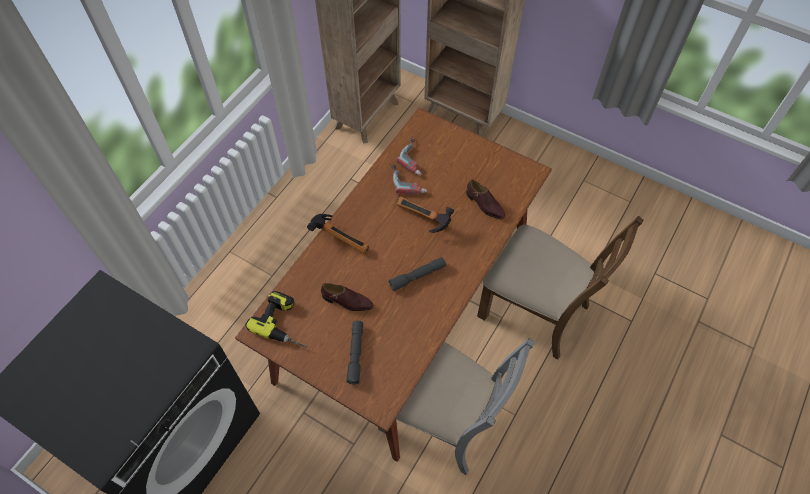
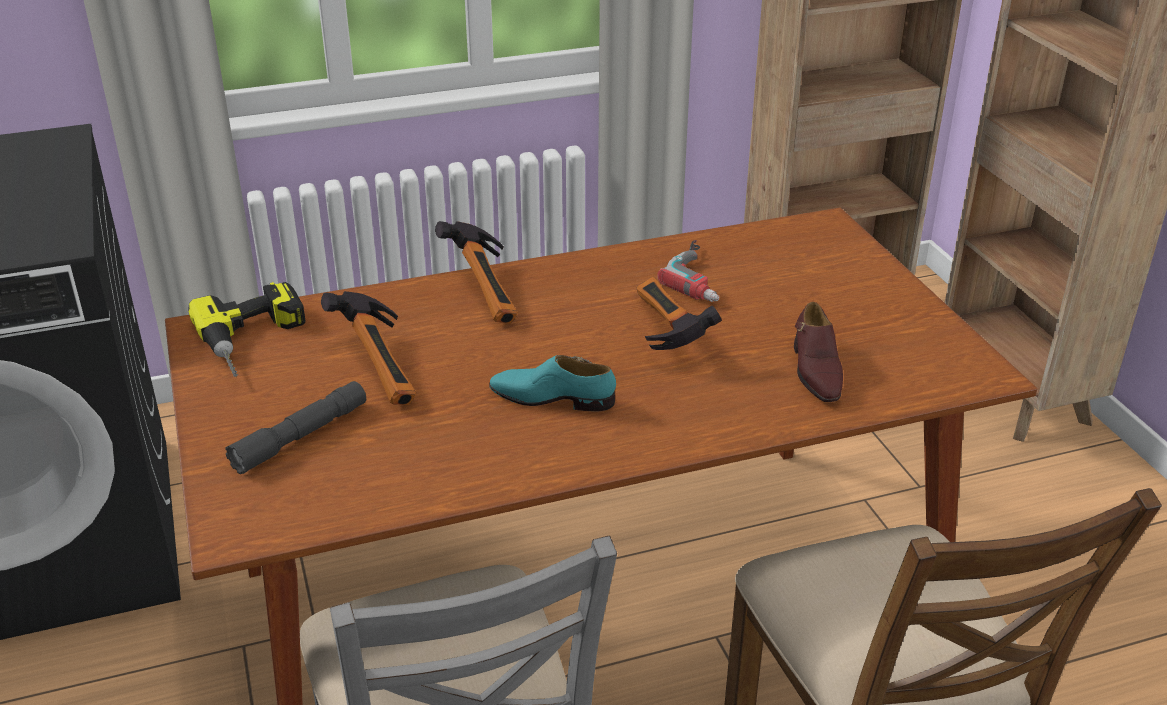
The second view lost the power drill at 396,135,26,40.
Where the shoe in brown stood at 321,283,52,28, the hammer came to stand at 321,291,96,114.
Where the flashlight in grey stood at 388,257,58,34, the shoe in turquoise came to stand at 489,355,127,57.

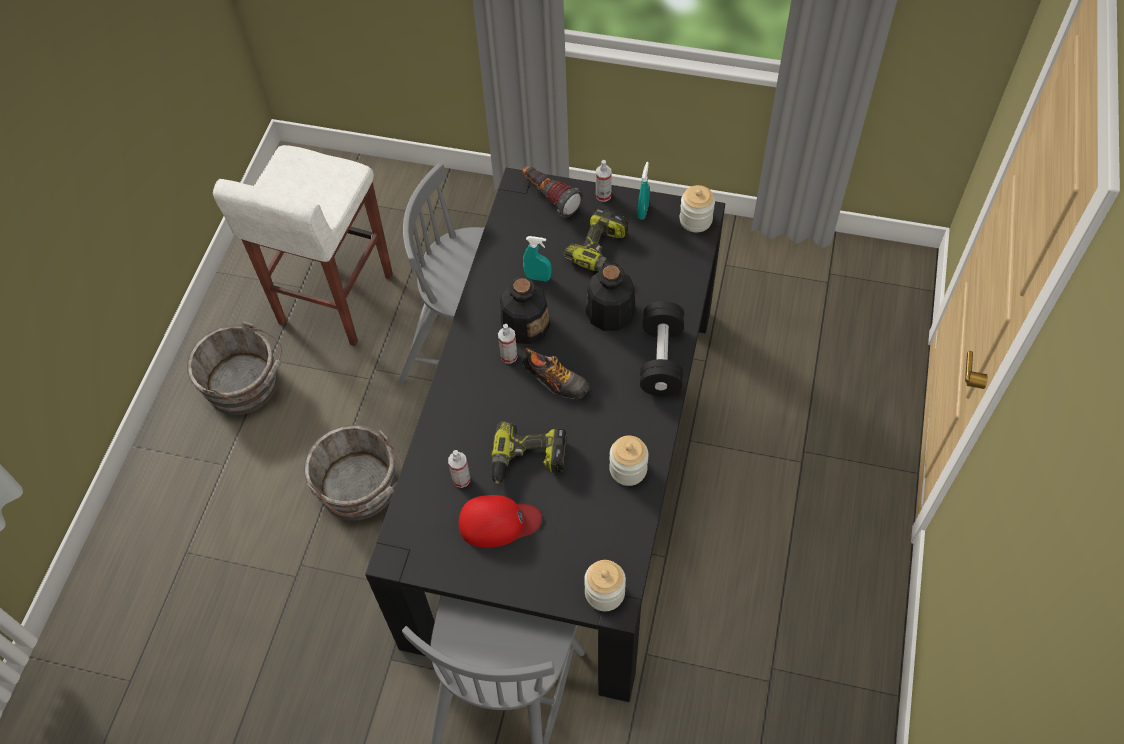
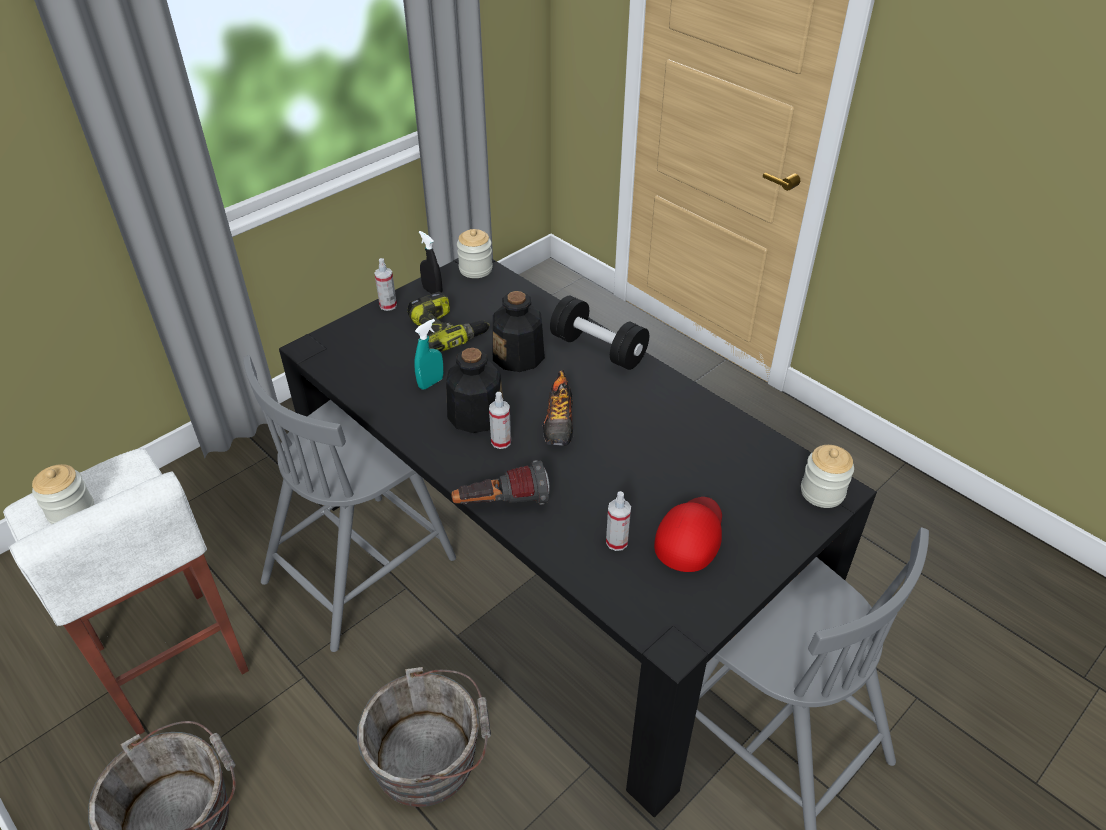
The second view lost the power drill at 491,421,76,63.
The flashlight ended up elsewhere, having gone from 522,166,61,52 to 451,460,99,45.
The jar ended up elsewhere, having gone from 609,436,40,50 to 32,464,63,60.
What was the spray bottle in turquoise at 638,162,12,58 turned into the spray bottle in black at 419,231,23,63.
The shoe at 522,348,68,51 ended up facing another way, 120 degrees clockwise from before.

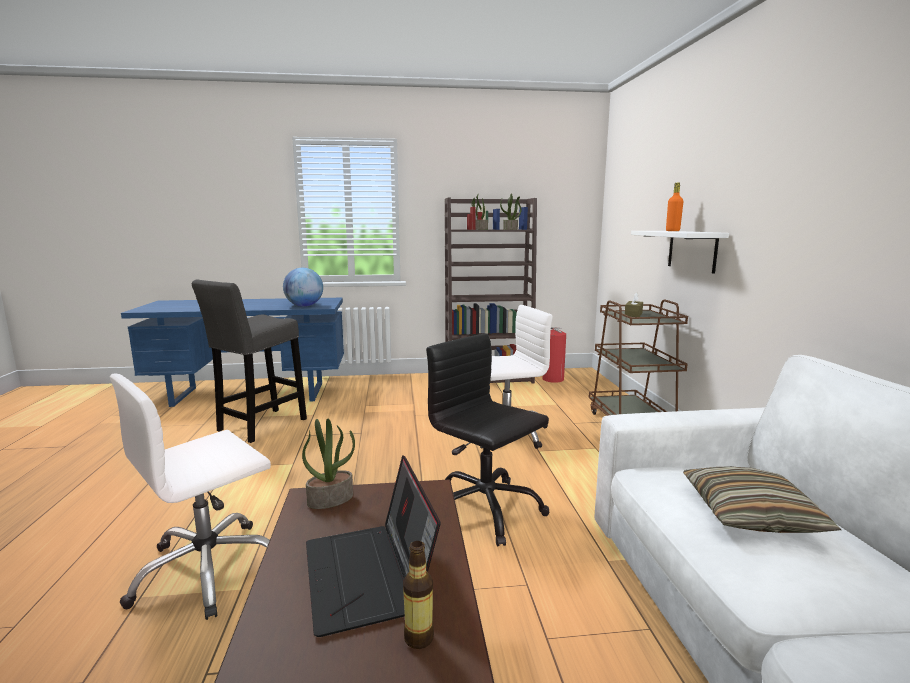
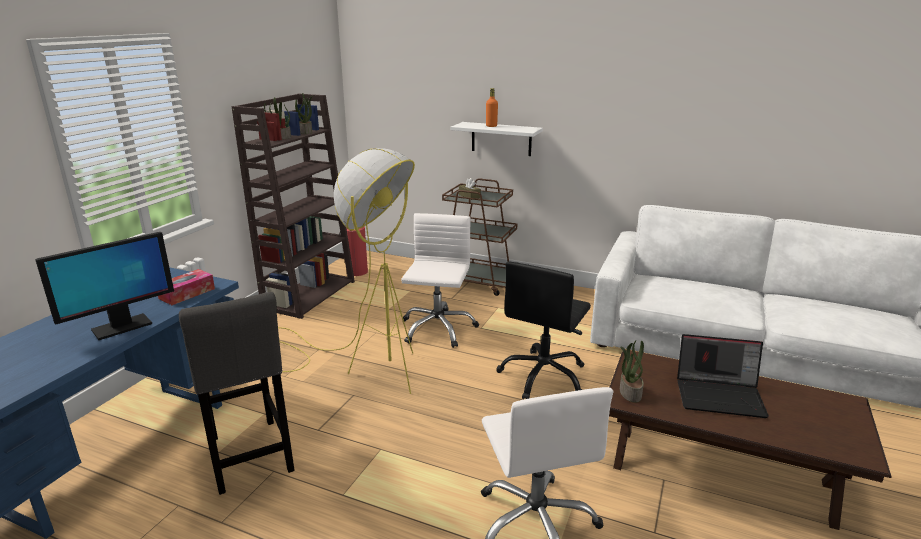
The second view lost the bottle at 403,541,31,108.
The second view lost the pillow at 683,466,158,67.
The second view gained the monitor at 35,232,139,108.
The second view gained the floor lamp in yellow at 278,148,137,246.
Where the globe stood at 283,268,40,39, the tissue box came to stand at 158,269,57,36.
The office chair in black at 426,333,123,213 ended up facing another way, 45 degrees counterclockwise from before.

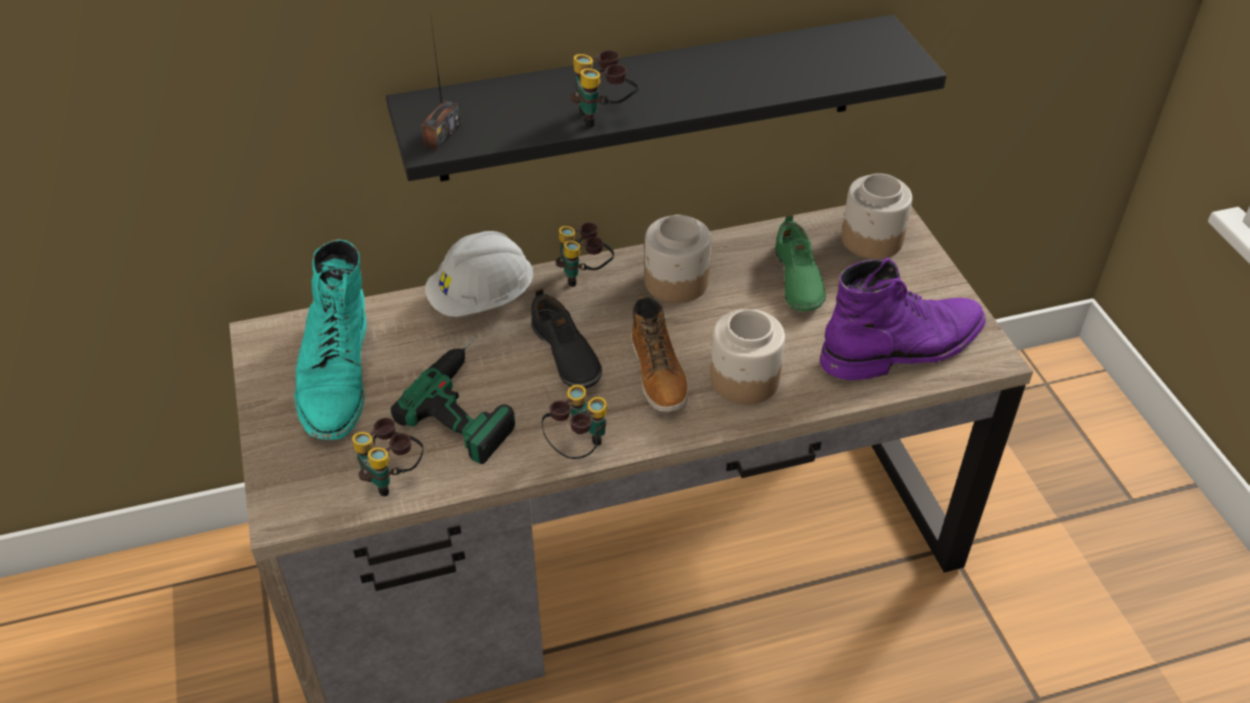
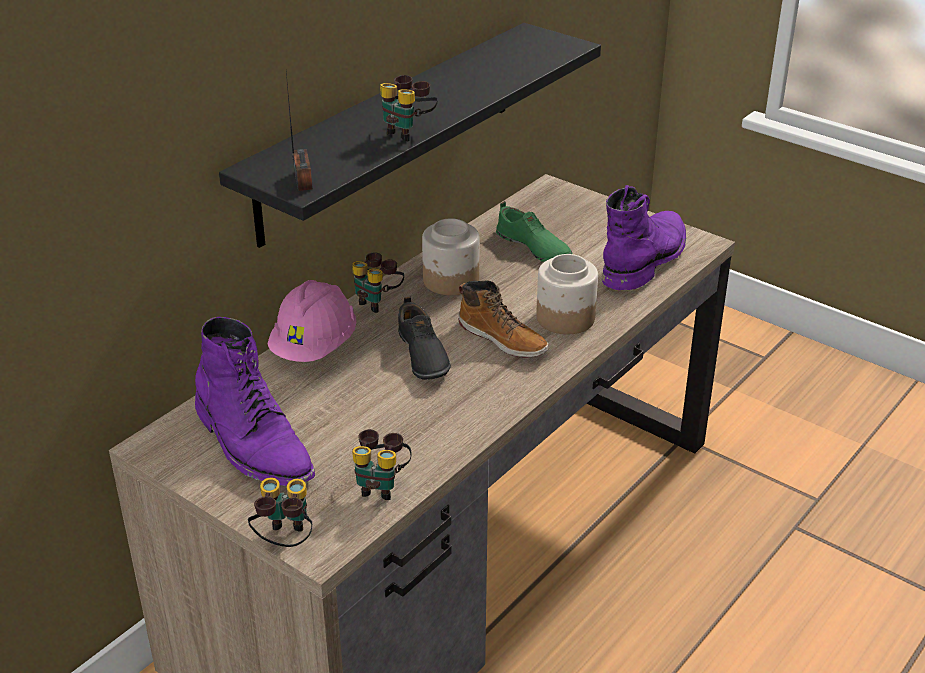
The second view lost the power drill at 391,336,124,128.
The second view lost the jar at 841,173,71,86.
The binoculars ended up elsewhere, having gone from 542,385,65,74 to 248,478,64,69.
What was the boot in turquoise at 294,239,72,201 turned into the boot in purple at 195,317,120,169.
What was the hard hat in white at 425,231,108,86 turned into the hard hat in pink at 267,280,90,82.
The shoe in black at 531,289,71,100 ended up facing another way, 45 degrees clockwise from before.

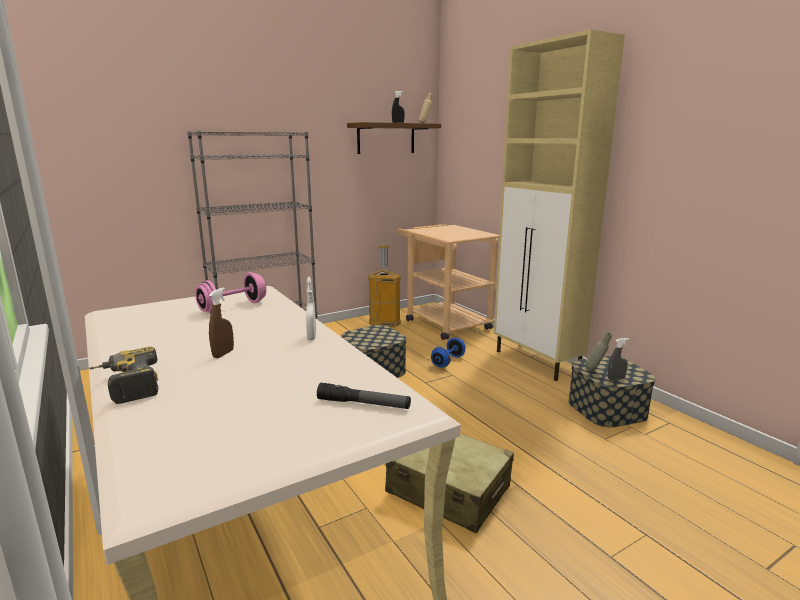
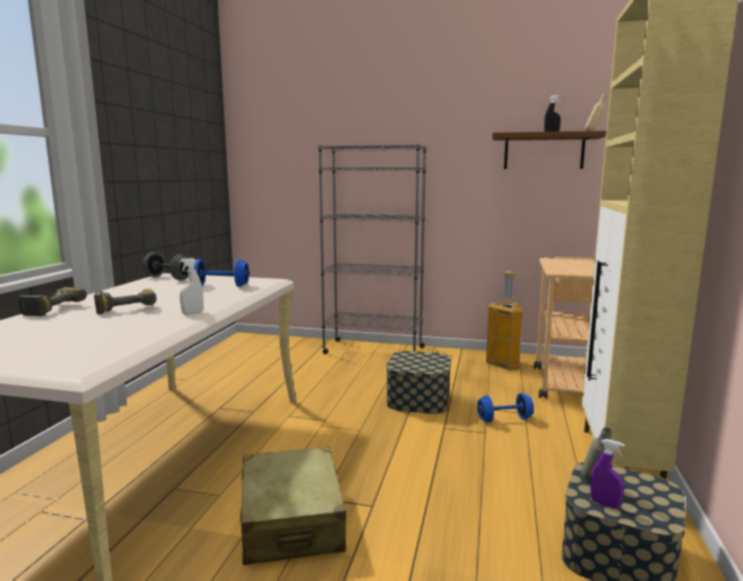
The second view lost the flashlight at 317,383,94,26.
The second view gained the dumbbell in grey at 142,252,47,28.
Where the spray bottle in brown stood at 209,287,25,71, the power drill came to stand at 94,289,63,25.
What was the dumbbell in pink at 195,272,71,41 turned into the dumbbell in blue at 194,259,56,28.
What was the spray bottle in grey at 608,338,21,42 turned into the spray bottle in purple at 590,439,35,70.

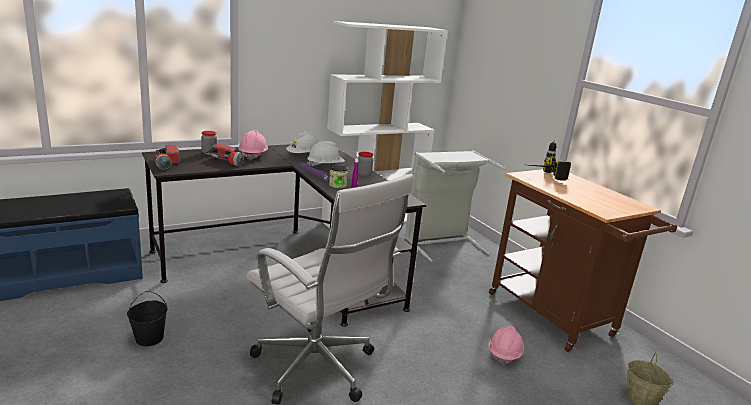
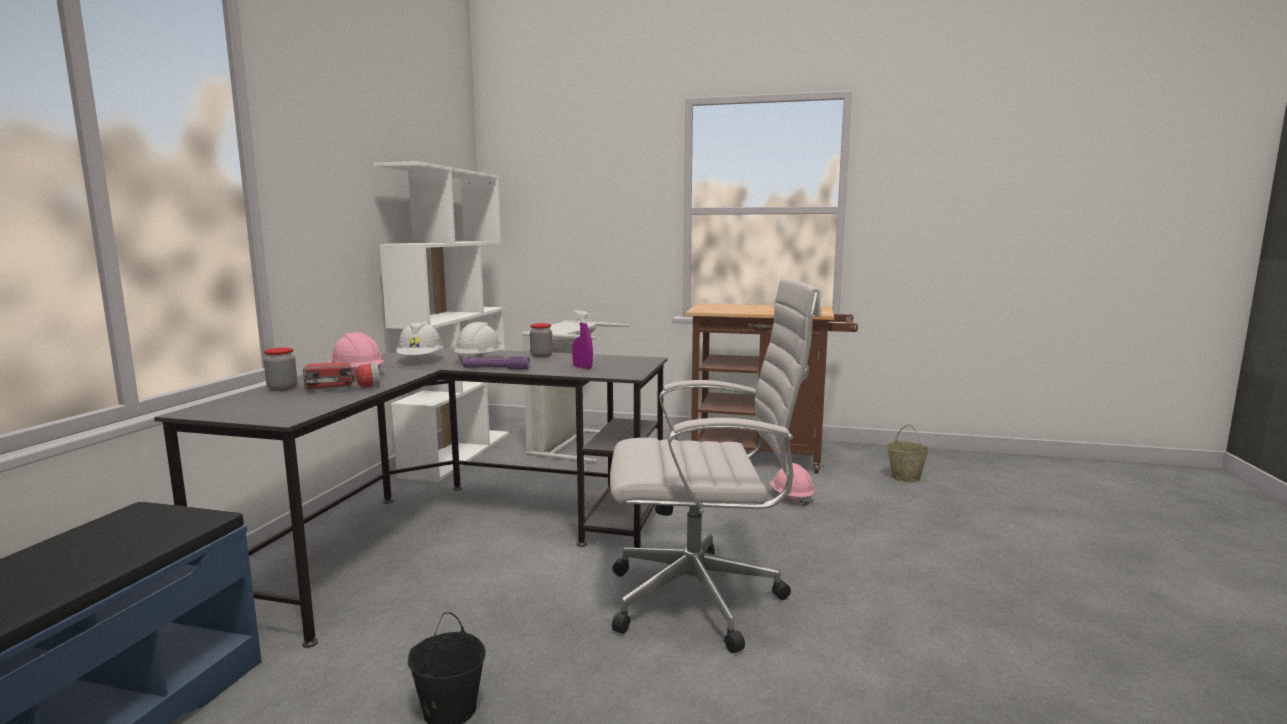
The second view lost the flashlight at 154,145,26,25.
The second view lost the jar at 329,165,19,23.
The second view lost the power drill at 530,140,41,41.

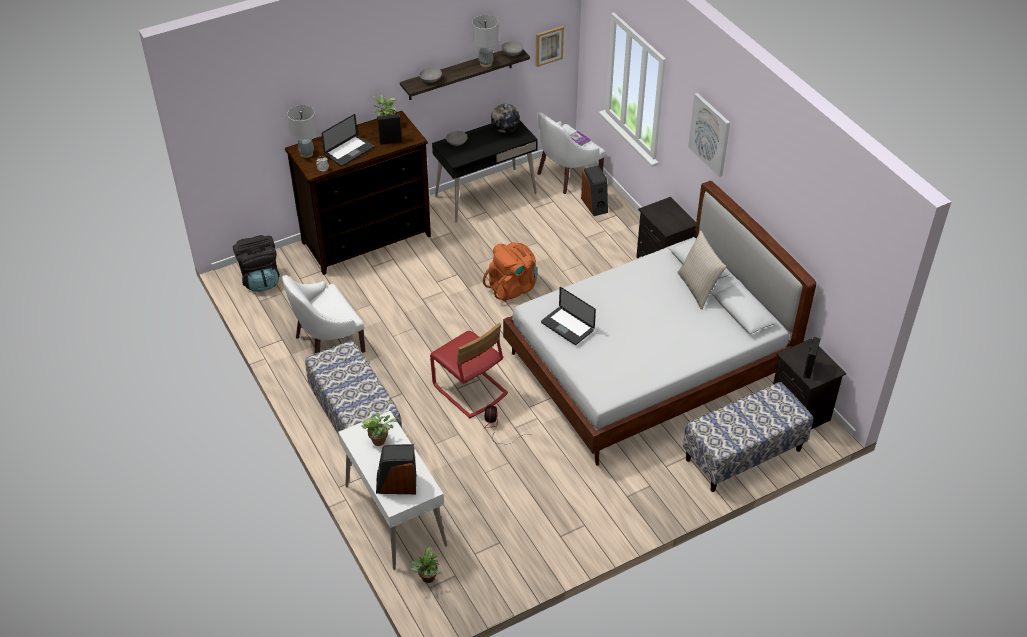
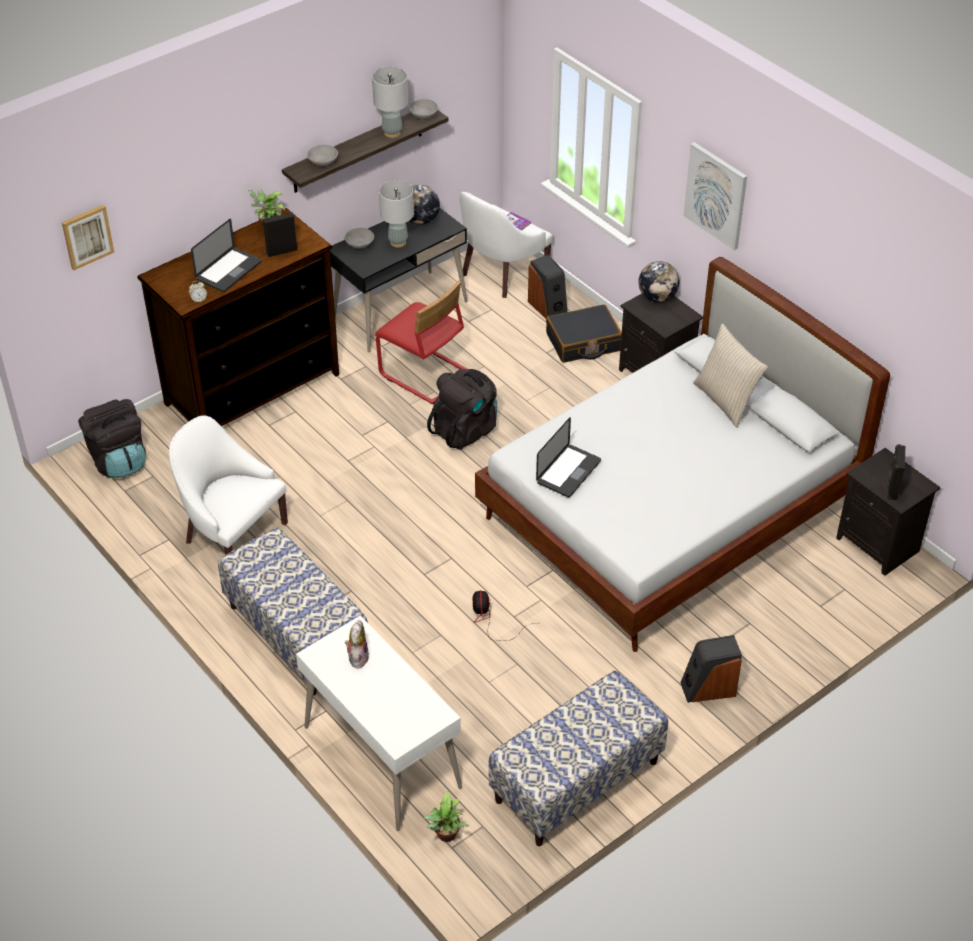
The second view gained the suitcase in black at 546,304,76,59.
The second view gained the globe at 638,261,41,42.
The table lamp in grey ended up elsewhere, having gone from 287,105,30,53 to 379,180,35,68.
The speaker ended up elsewhere, having gone from 376,444,40,50 to 680,635,62,68.
The chair in red ended up elsewhere, having gone from 430,323,78,95 to 375,280,93,125.
The picture ended up elsewhere, having gone from 535,26,29,41 to 62,205,52,65.
The bench ended up elsewhere, having gone from 683,382,130,110 to 489,670,179,176.
Where the potted plant stood at 361,413,36,33, the plush toy came to stand at 345,620,24,49.
What was the backpack in orange at 483,242,54,59 turned into the backpack in black at 427,369,70,81.
The armchair in white at 282,275,83,78 ended up facing another way, 75 degrees clockwise from before.
The laptop at 541,287,55,58 ended up facing another way, 90 degrees counterclockwise from before.

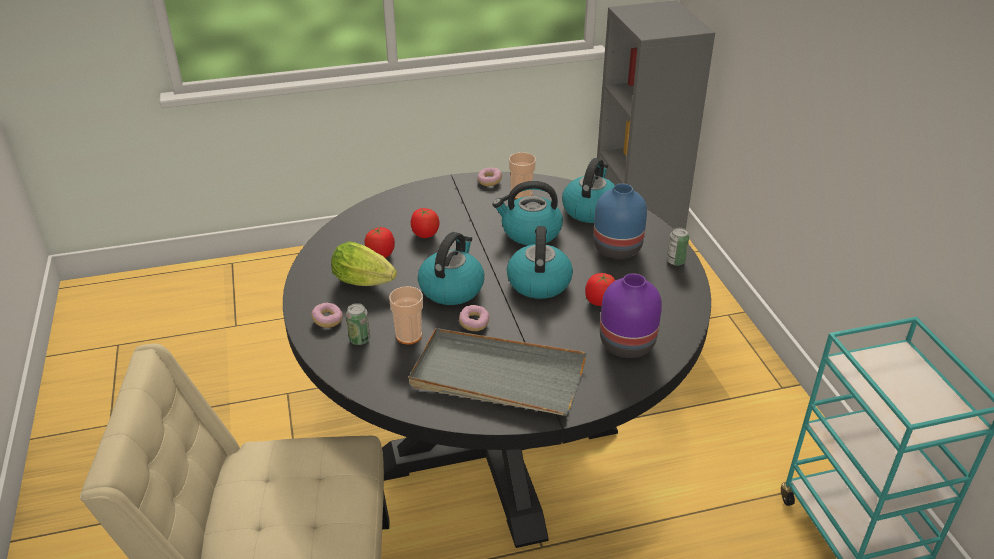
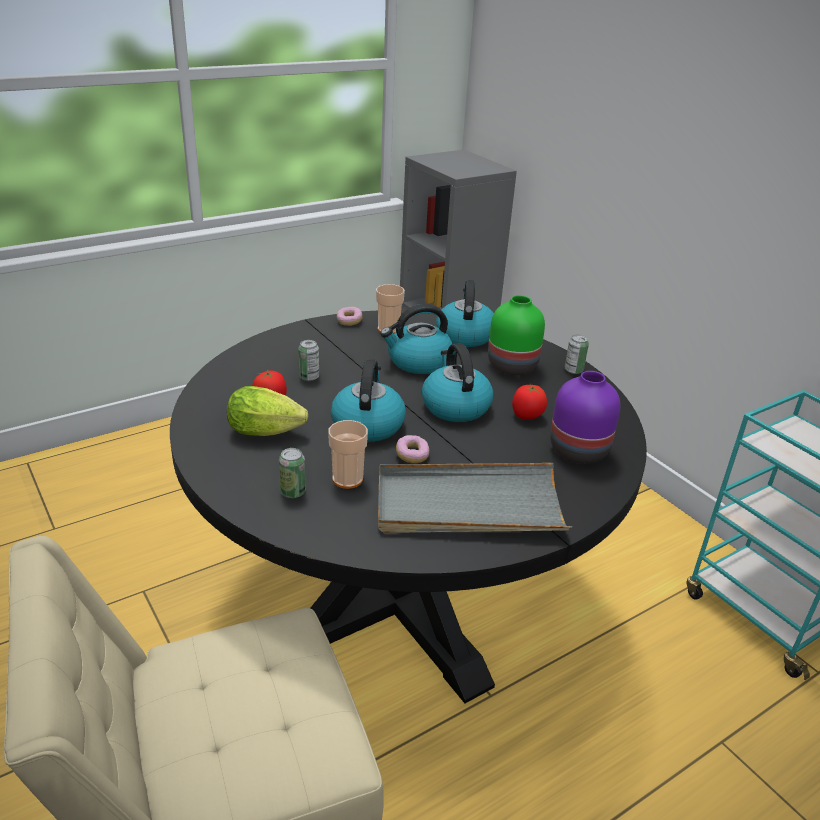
The second view lost the donut at 312,303,31,25.
Where the tomato stood at 411,208,29,30, the can came to stand at 298,340,21,41.
What was the vase in blue at 593,183,54,76 turned into the vase in green at 488,295,57,80.

